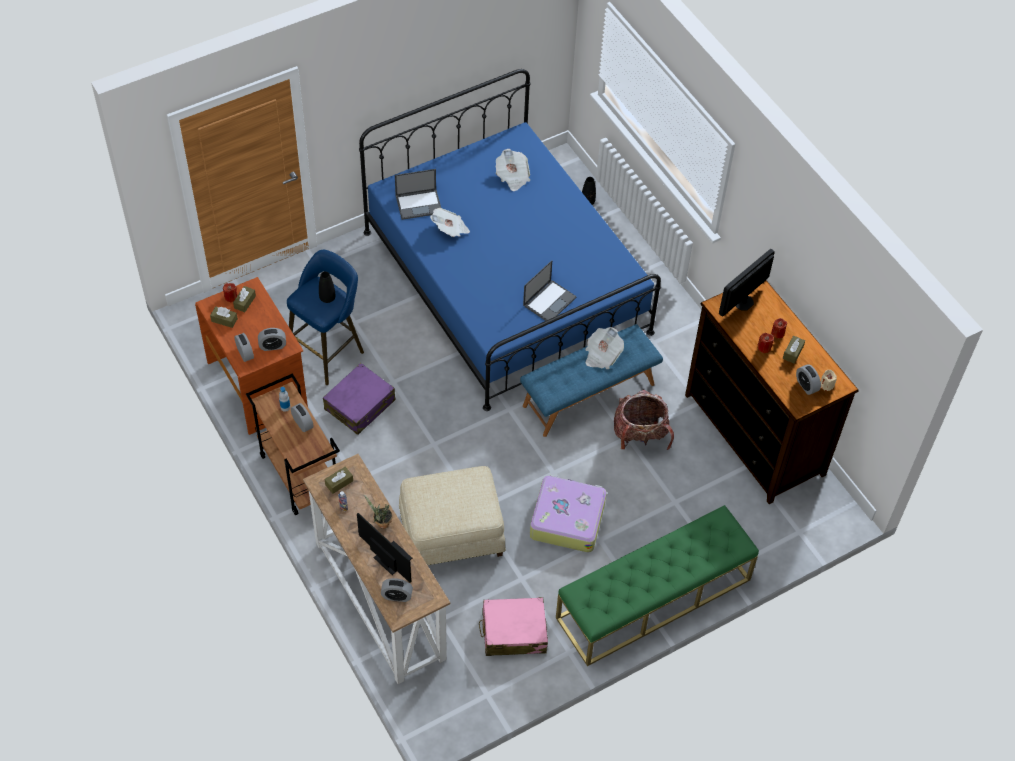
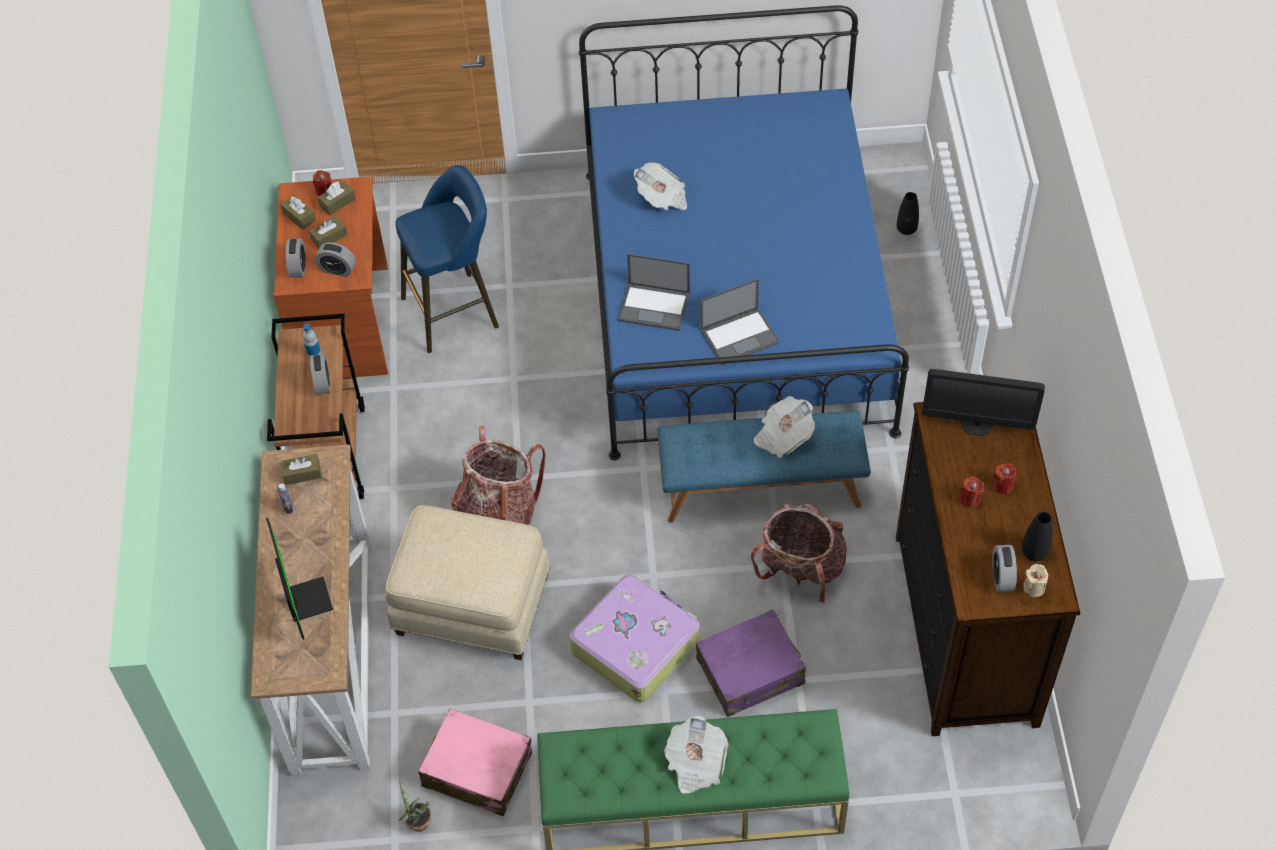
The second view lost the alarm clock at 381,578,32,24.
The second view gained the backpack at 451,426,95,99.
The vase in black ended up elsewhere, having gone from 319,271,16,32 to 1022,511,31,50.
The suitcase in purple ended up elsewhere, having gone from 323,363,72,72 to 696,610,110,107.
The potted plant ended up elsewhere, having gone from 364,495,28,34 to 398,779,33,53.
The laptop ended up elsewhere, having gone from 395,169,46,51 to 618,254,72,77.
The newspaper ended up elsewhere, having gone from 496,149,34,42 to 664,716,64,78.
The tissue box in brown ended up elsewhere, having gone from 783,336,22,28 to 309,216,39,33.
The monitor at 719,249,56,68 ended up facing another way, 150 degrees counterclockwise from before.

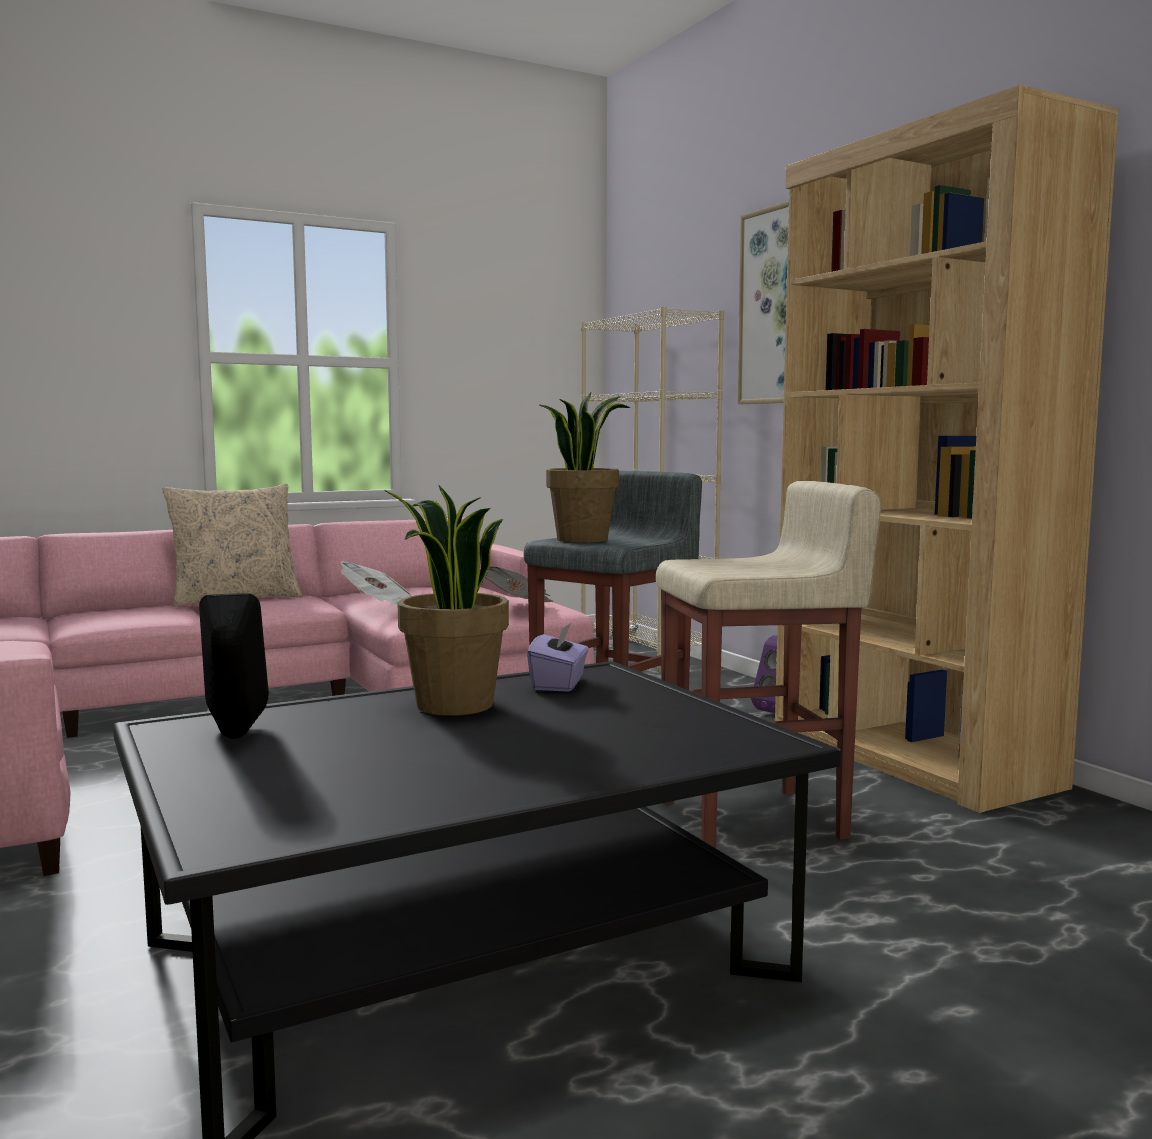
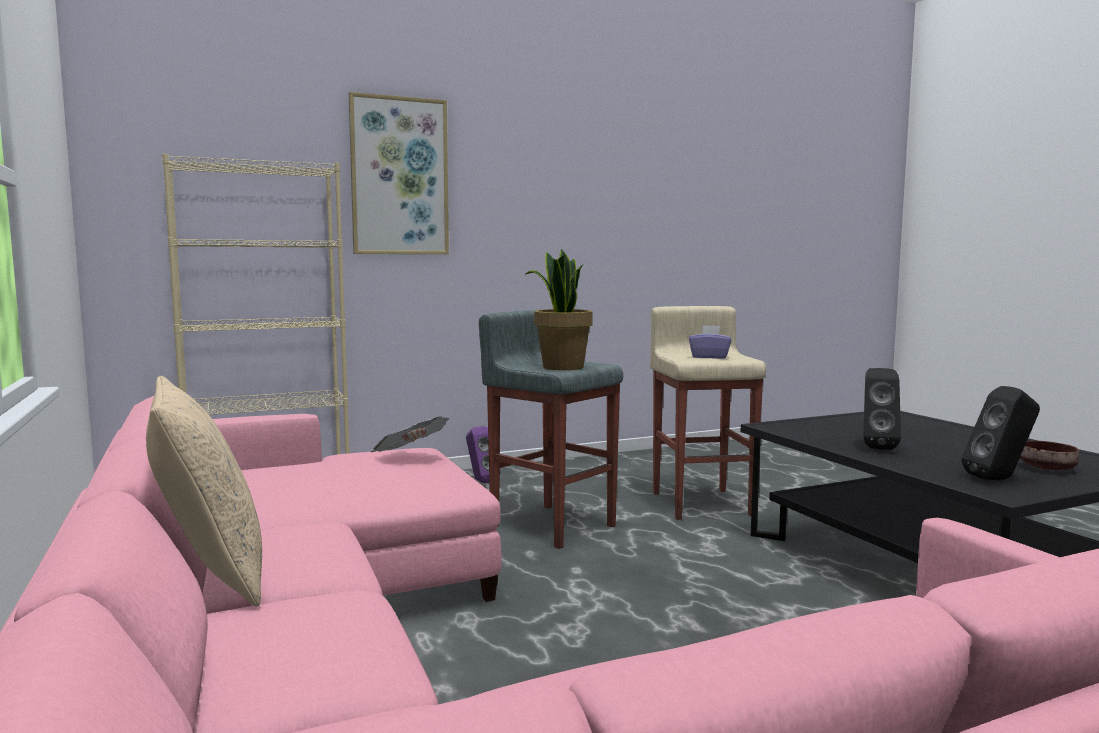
The second view lost the newspaper at 340,561,71,45.
The second view lost the bookcase in brown at 775,85,344,728.
The second view gained the bowl in brown at 1020,441,60,29.
The tissue box in purple ended up elsewhere, having gone from 527,622,62,70 to 689,325,42,34.
Where the potted plant stood at 384,485,125,231, the speaker in black came to stand at 863,368,38,82.

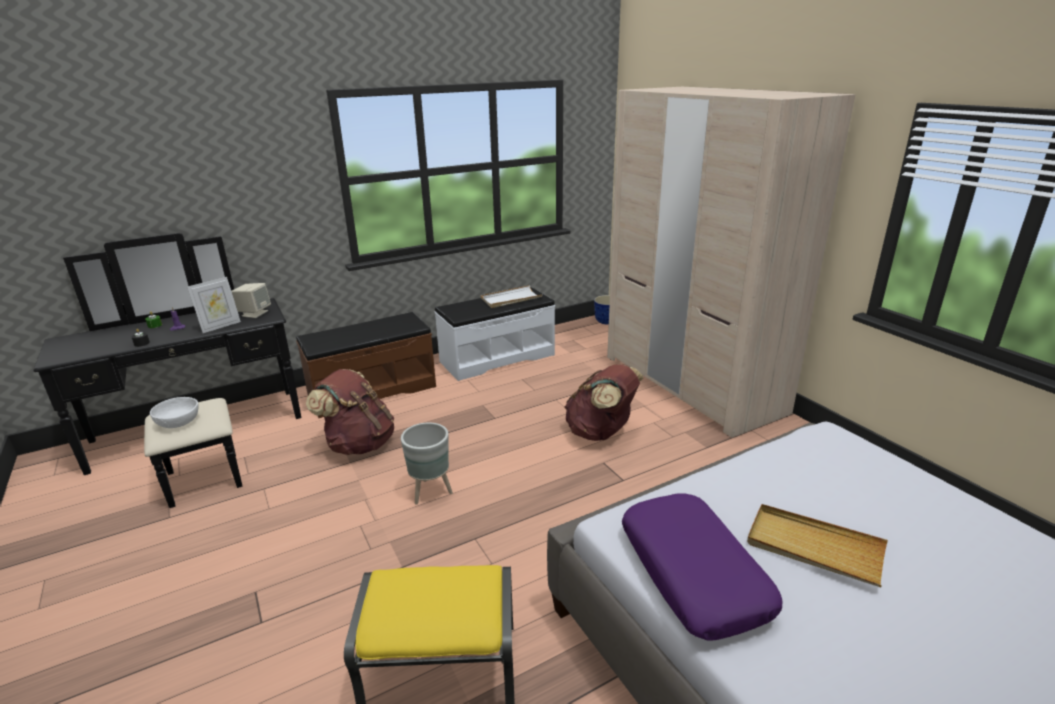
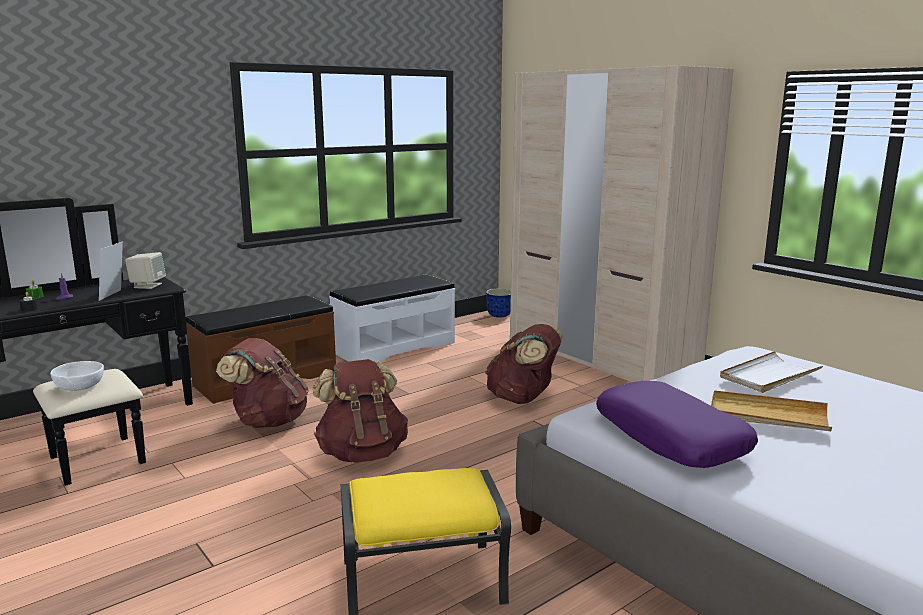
The tray in white ended up elsewhere, having gone from 481,285,61,23 to 720,351,103,42.
Where the planter in grey stood at 401,422,52,83, the backpack in brown came to stand at 313,359,95,104.
The picture frame at 188,277,53,56 ended up facing another way, 150 degrees clockwise from before.

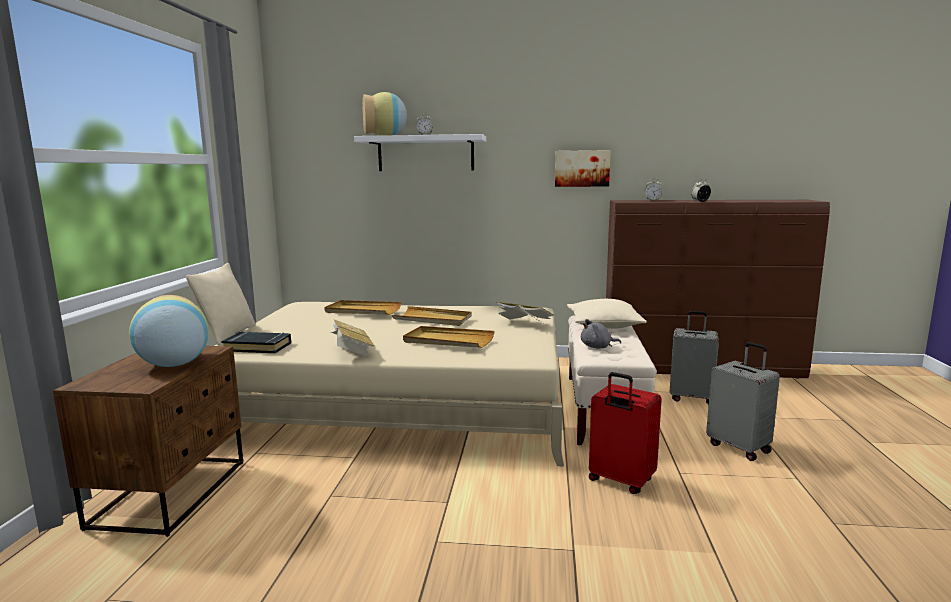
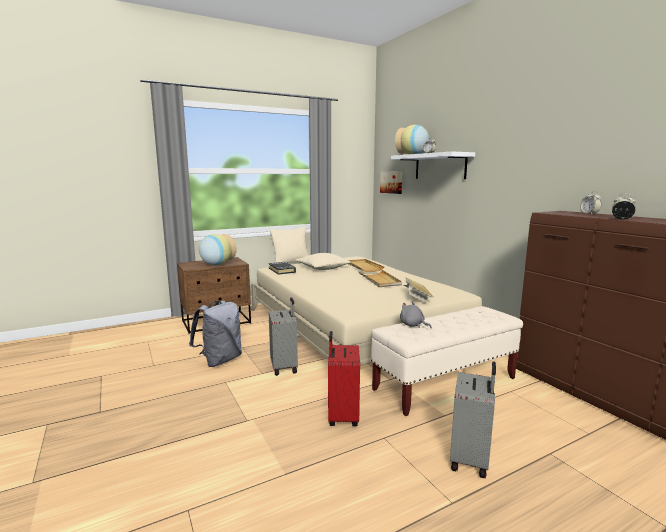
The second view lost the book at 331,319,44,38.
The second view lost the tray in beige at 403,326,92,22.
The second view gained the backpack in grey at 189,301,53,66.
The picture ended up elsewhere, having gone from 555,150,56,37 to 380,171,22,23.
The pillow in beige ended up elsewhere, having gone from 567,299,80,30 to 296,253,55,17.
The suitcase in grey ended up elsewhere, having gone from 670,311,49,93 to 269,297,29,79.

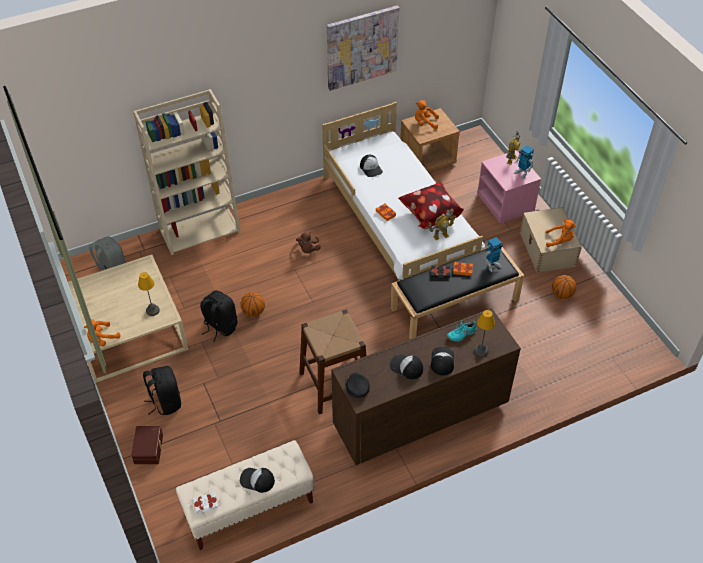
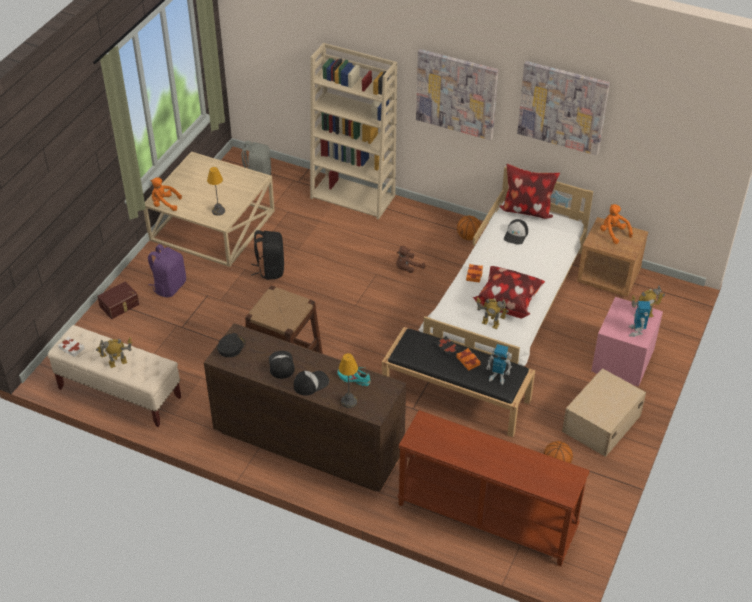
The second view lost the plush toy in orange at 546,220,30,27.
The second view gained the console table in brown at 397,410,193,156.
The second view gained the picture at 416,49,82,91.
The second view gained the pillow at 499,164,61,55.
The basketball ended up elsewhere, having gone from 241,292,24,25 to 457,216,24,24.
Where the cap stood at 240,468,35,25, the toy robot came to stand at 96,338,36,30.
What was the backpack in black at 143,366,38,49 turned into the backpack in purple at 148,244,38,53.

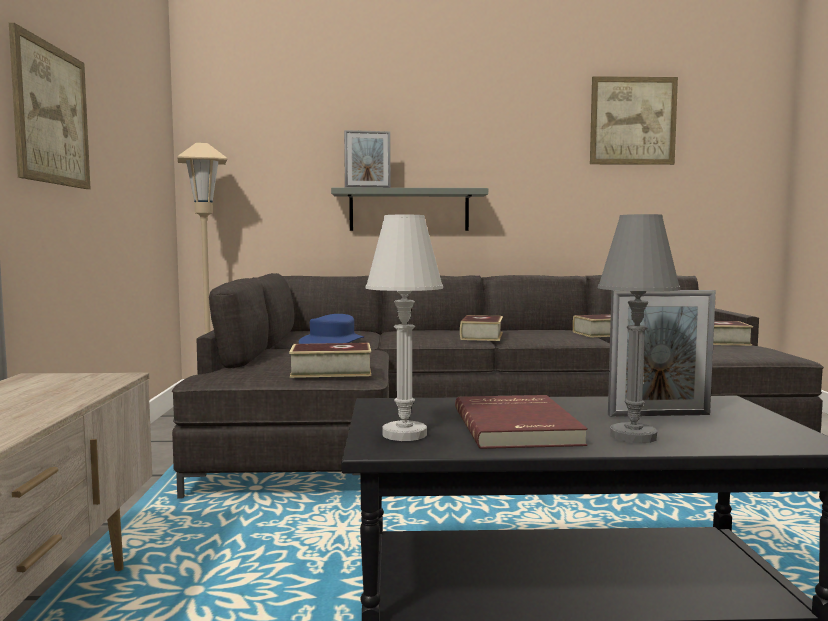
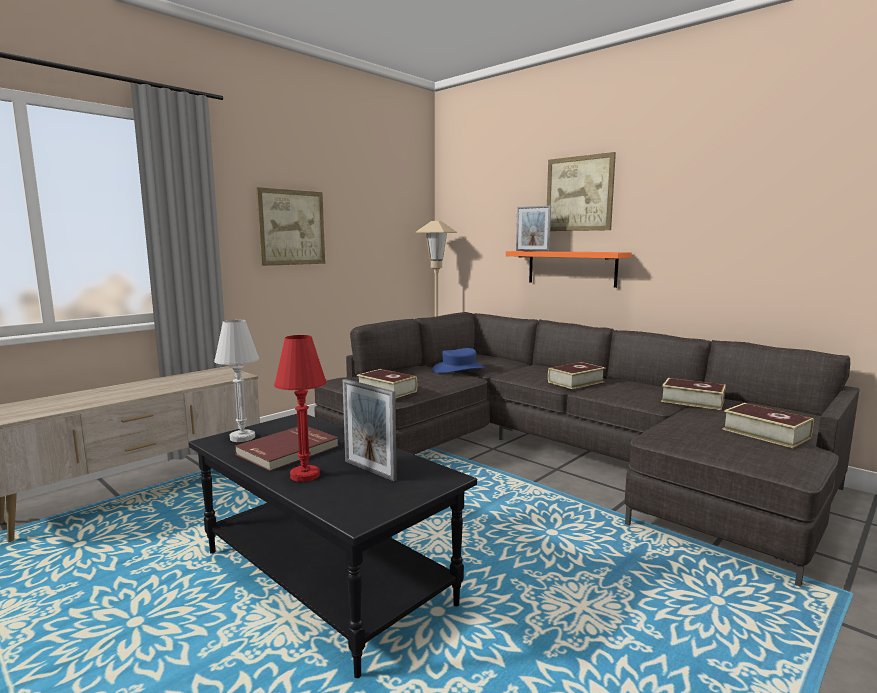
The picture ended up elsewhere, having gone from 590,76,88,89 to 547,152,69,79.
What was the shelf in grey at 331,188,157,43 turned into the shelf in orange at 506,251,126,37.
What was the table lamp in grey at 598,214,83,229 turned into the table lamp in red at 274,335,53,147.

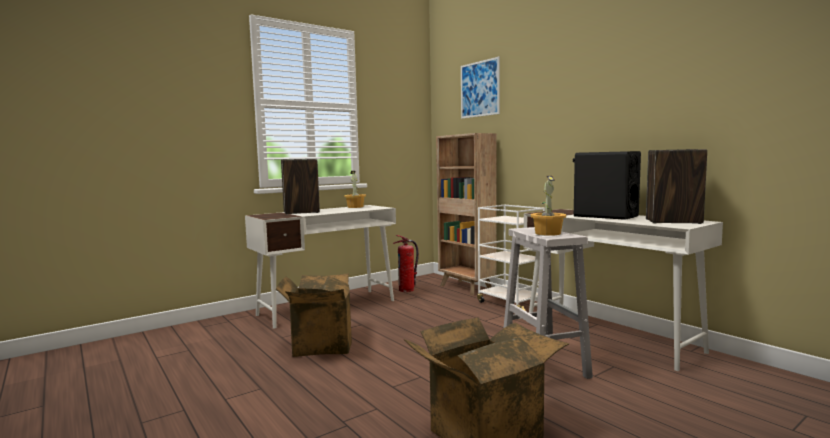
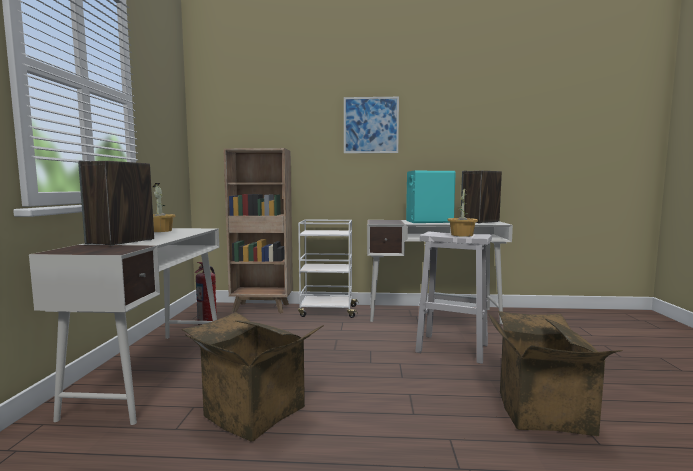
The picture ended up elsewhere, having gone from 461,57,39,62 to 344,97,55,56.
What was the speaker in black at 573,151,68,69 turned into the speaker in turquoise at 406,171,50,52.

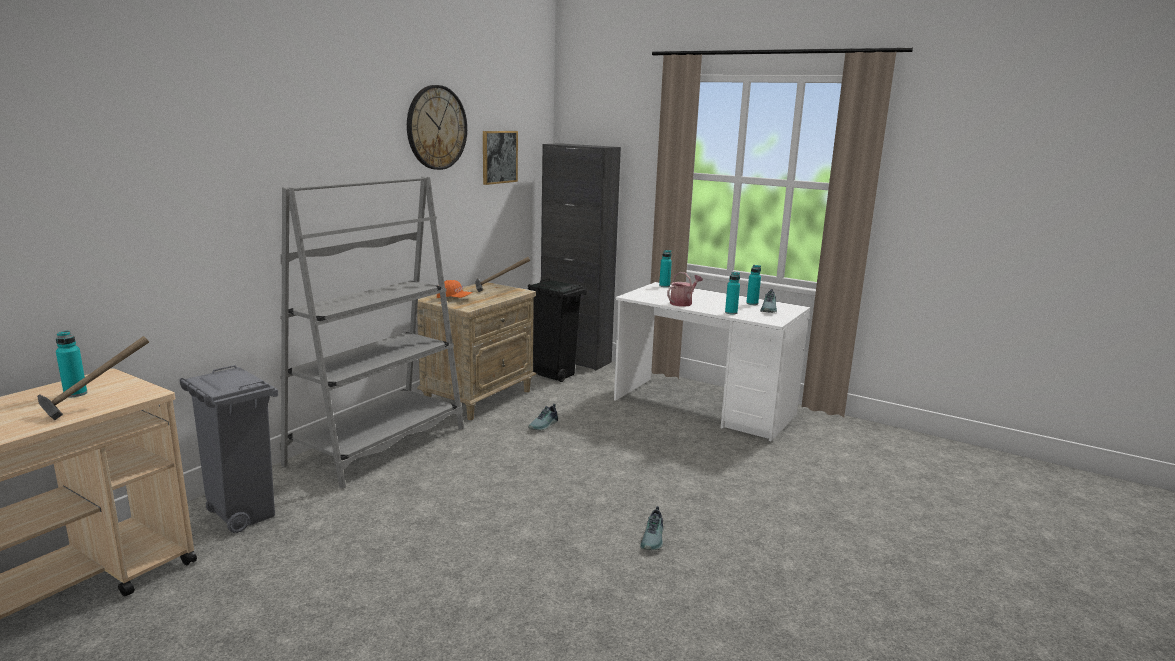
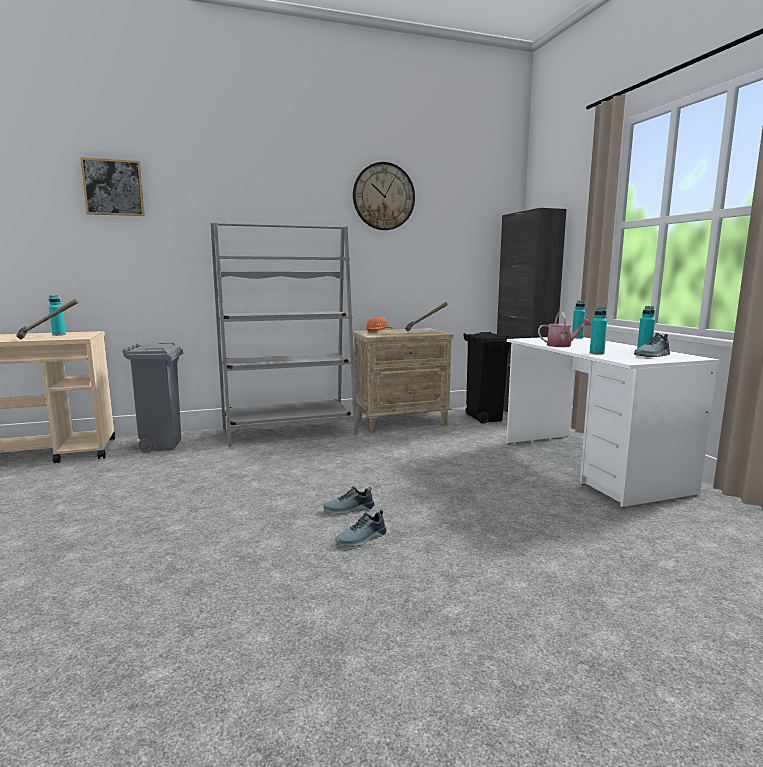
The picture ended up elsewhere, having gone from 483,131,35,54 to 80,157,65,59.
The shoe ended up elsewhere, having gone from 528,404,30,26 to 323,486,51,28.

